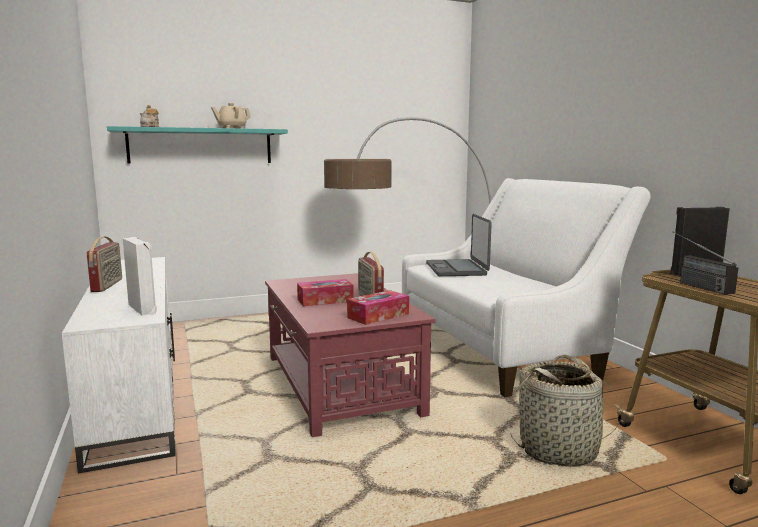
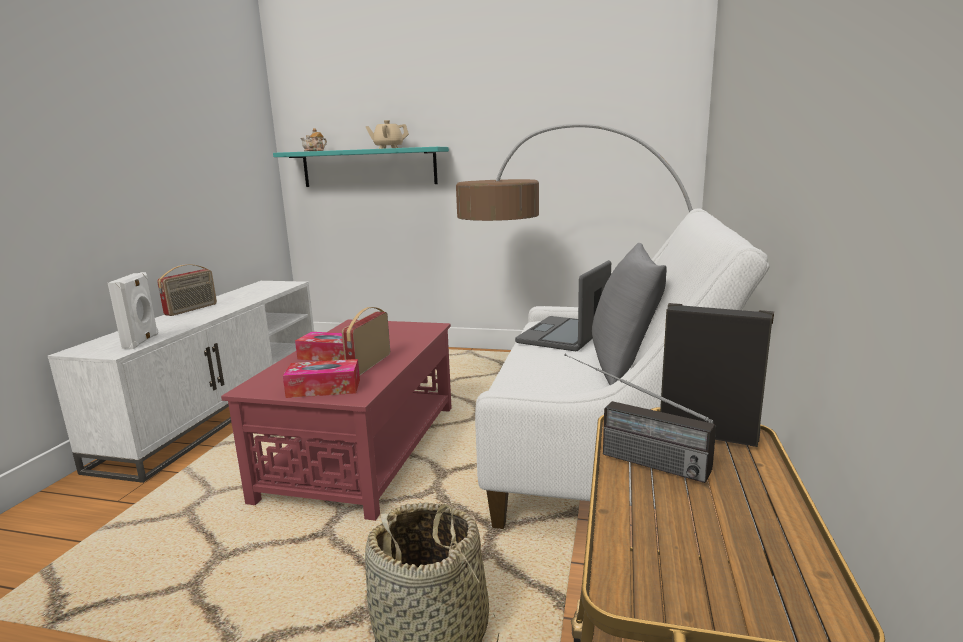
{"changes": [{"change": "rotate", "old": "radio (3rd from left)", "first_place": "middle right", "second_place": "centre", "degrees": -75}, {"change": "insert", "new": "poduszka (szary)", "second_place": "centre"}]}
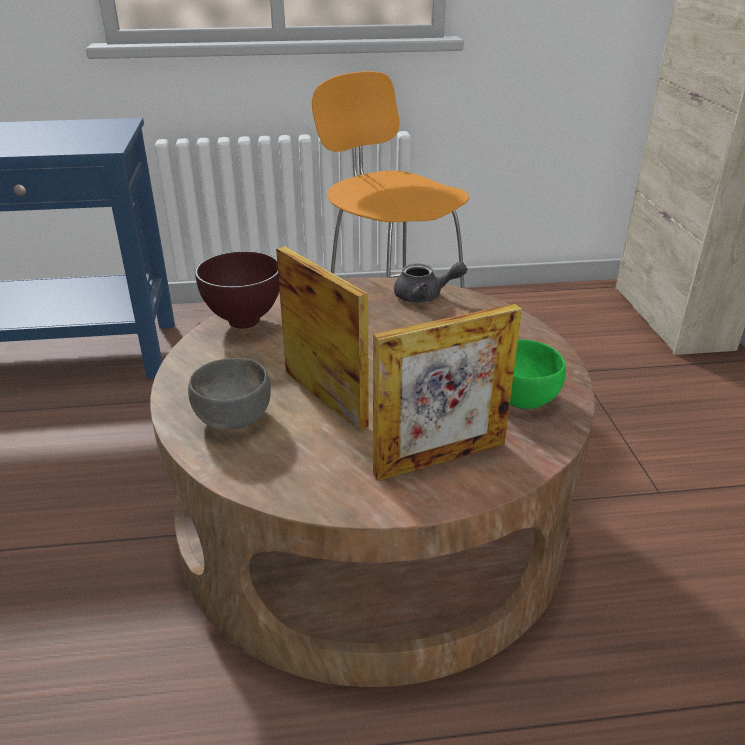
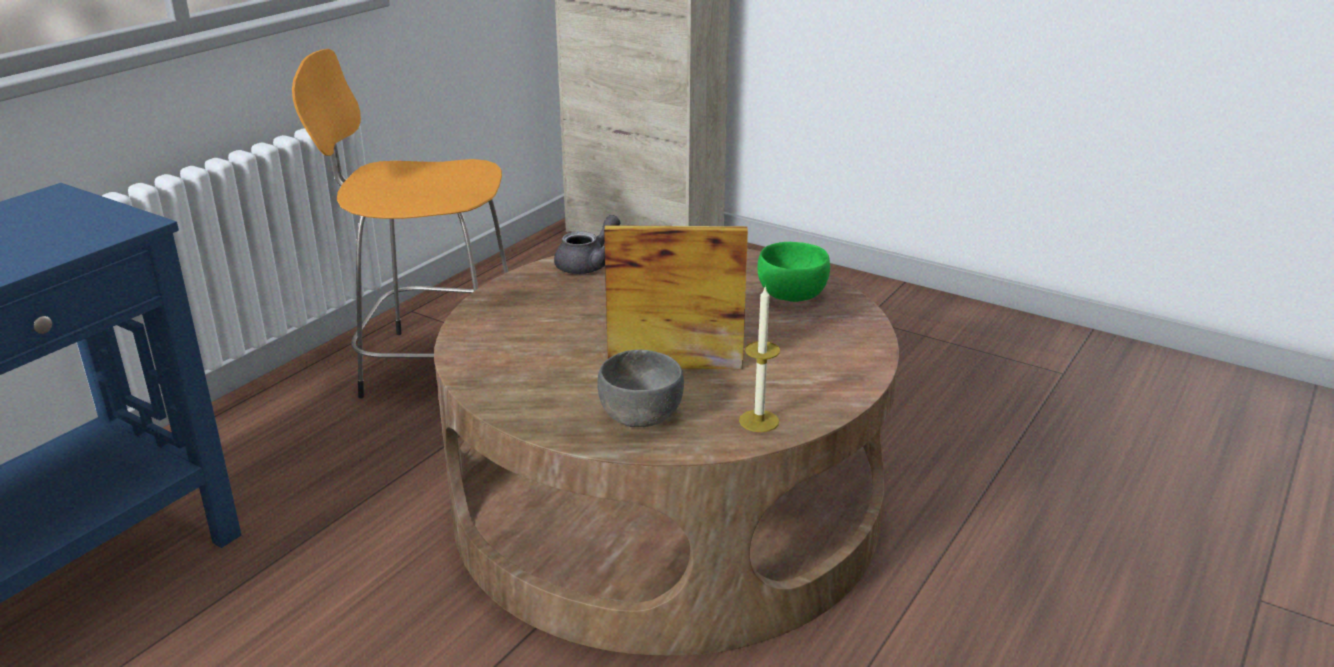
{"changes": [{"change": "insert", "new": "świeca", "second_place": "centre"}, {"change": "delete", "old": "miska (brązowy)", "first_place": "middle left"}, {"change": "delete", "old": "ramka na zdjęcie (2nd from left)", "first_place": "centre"}]}
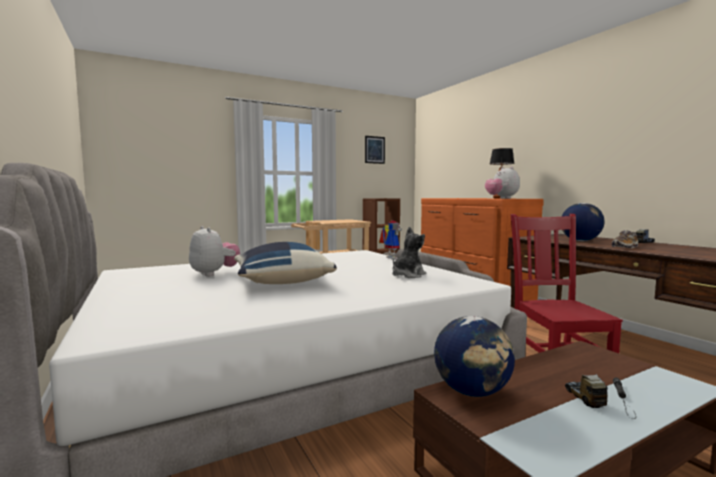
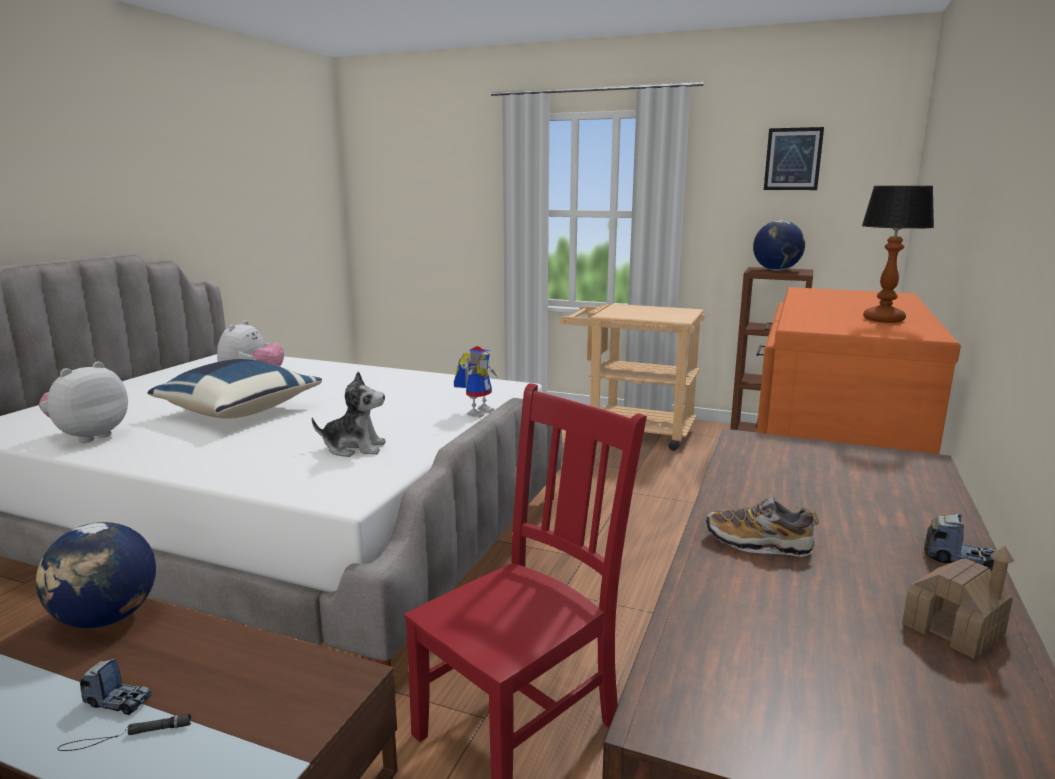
{"changes": [{"change": "move", "old": "pluszak (3rd from left in the first image)", "new": "pluszak (1st from left)", "first_place": "middle right", "second_place": "middle left"}, {"change": "rotate", "old": "ciężarówka zabawkowa (1st from left)", "first_place": "bottom right", "second_place": "bottom left", "degrees": 60}, {"change": "move", "old": "globus (2nd from left)", "first_place": "middle right", "second_place": "top right"}, {"change": "insert", "new": "domek", "second_place": "bottom right"}]}
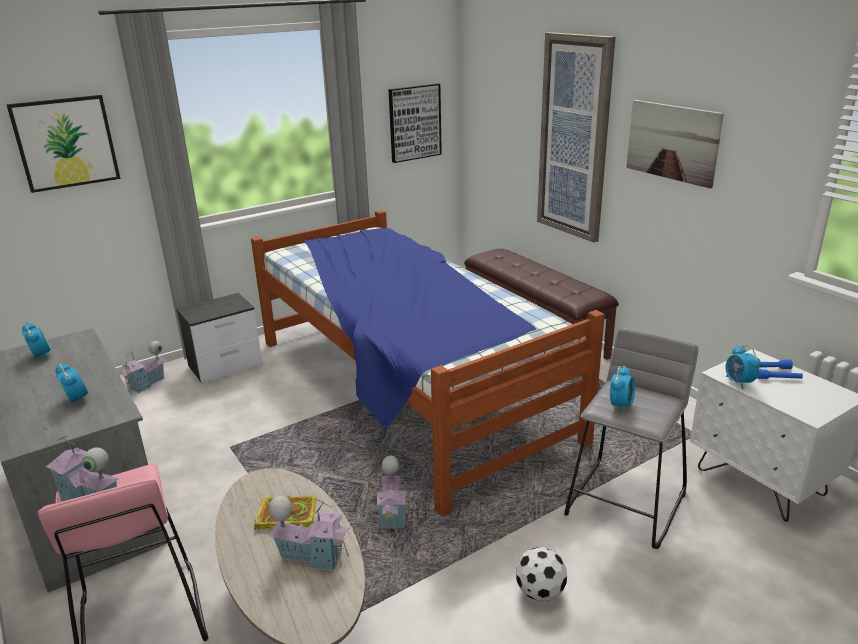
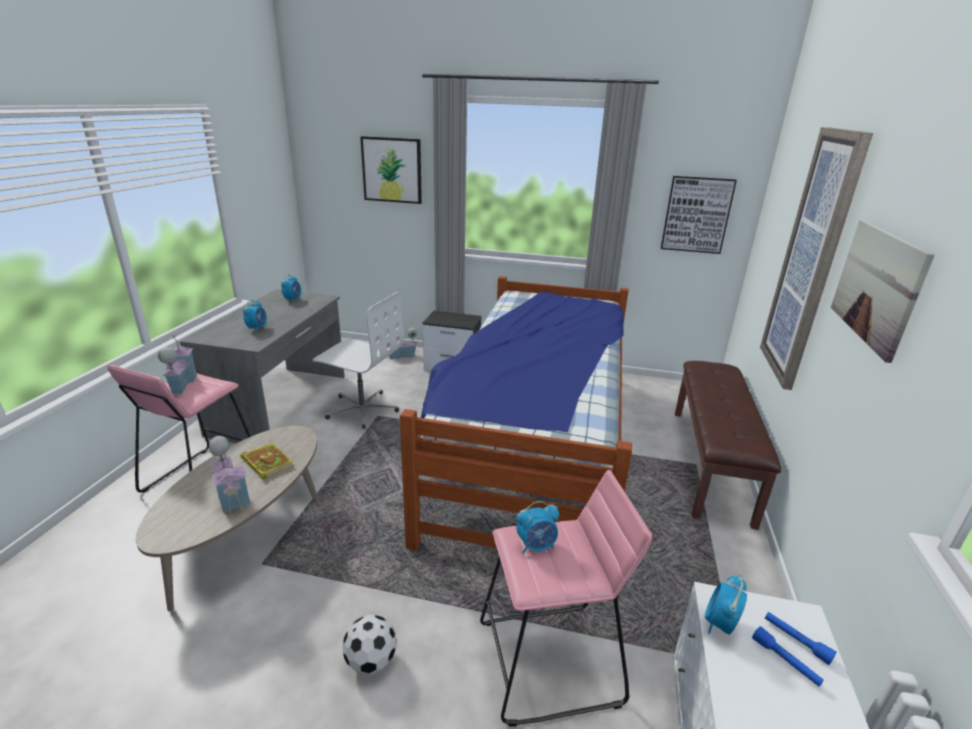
{"changes": [{"change": "insert", "new": "krzesło biurowe (biały)", "second_place": "centre"}, {"change": "recolor", "old": "stołek (szary)", "new": "stołek (różowy) (2nd from left)", "first_place": "bottom right", "second_place": "bottom centre"}, {"change": "delete", "old": "domek (4th from left)", "first_place": "bottom centre"}]}
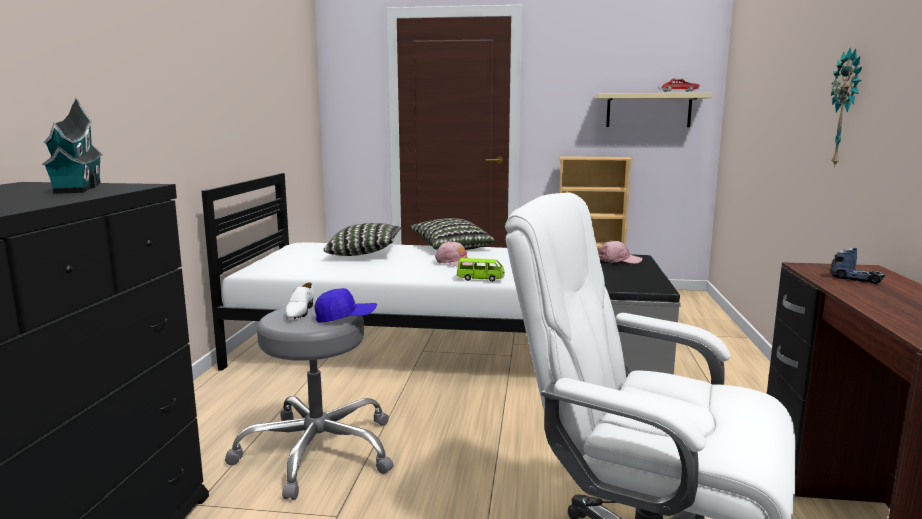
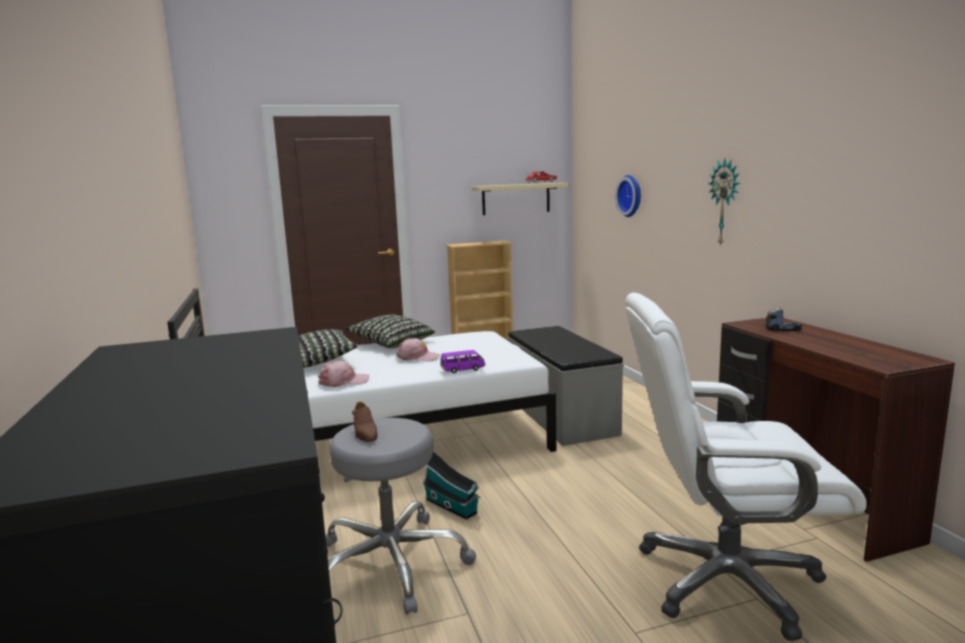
{"changes": [{"change": "move", "old": "czapka z daszkiem (różowy) (2nd from left in the first image)", "new": "czapka z daszkiem (różowy) (1st from left)", "first_place": "middle right", "second_place": "centre"}, {"change": "recolor", "old": "but (biały)", "new": "but (brązowy)", "first_place": "middle left", "second_place": "centre"}, {"change": "move", "old": "domek", "first_place": "top left", "second_place": "bottom centre"}, {"change": "recolor", "old": "samochodzik (zielony)", "new": "samochodzik (fioletowy)", "first_place": "centre", "second_place": "centre"}, {"change": "insert", "new": "zegar ścienny (1st from left)", "second_place": "top centre"}, {"change": "delete", "old": "czapka z daszkiem (niebieski)", "first_place": "centre"}]}
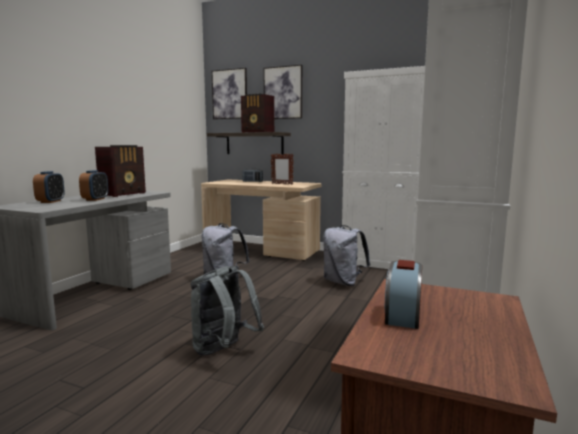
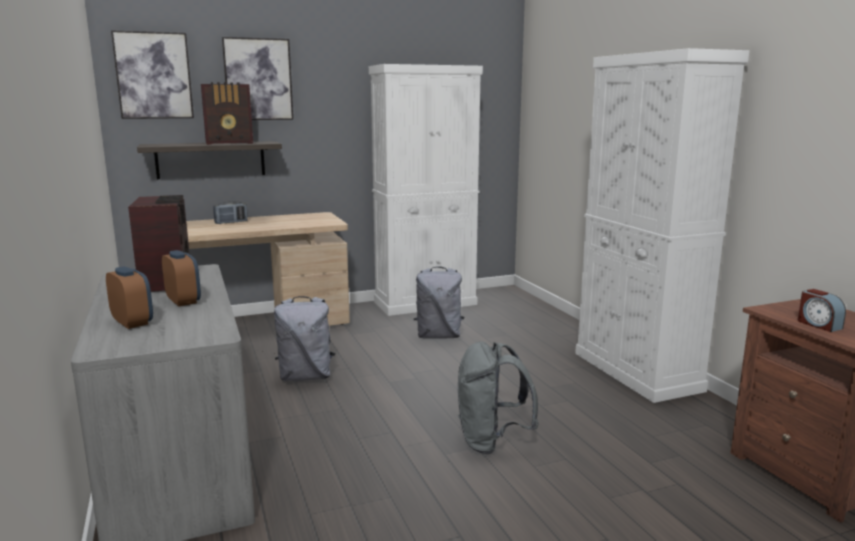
{"changes": [{"change": "delete", "old": "ramka na zdjęcie", "first_place": "centre"}]}
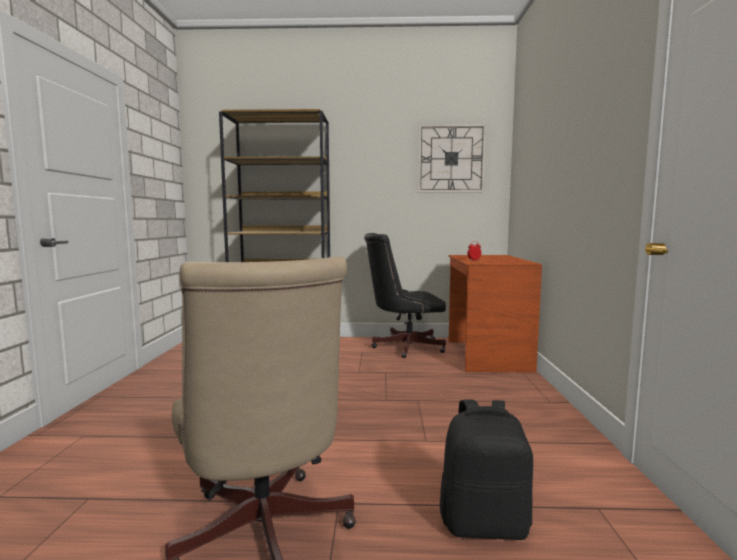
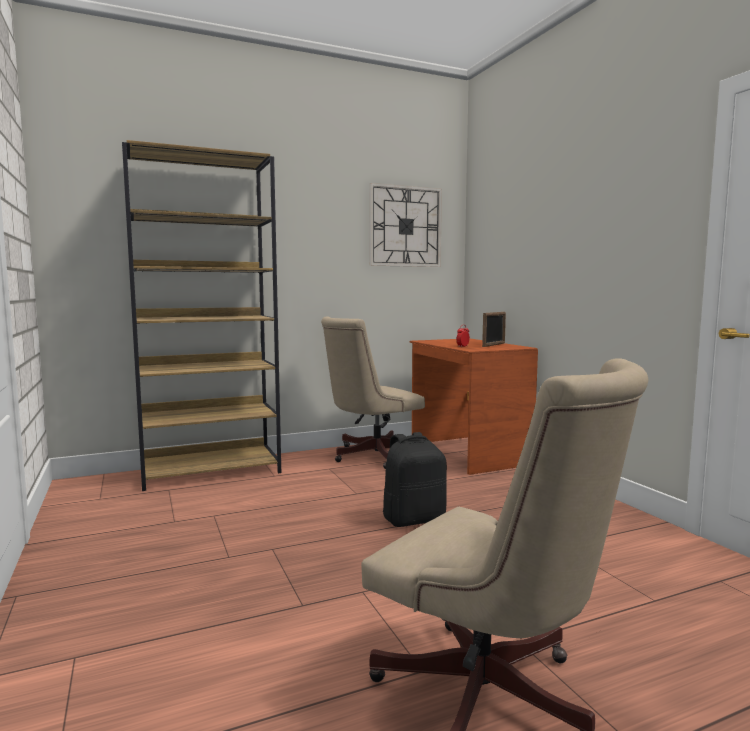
{"changes": [{"change": "recolor", "old": "krzesło biurowe (czarny)", "new": "krzesło biurowe (beżowy) (1st from left)", "first_place": "centre", "second_place": "centre"}, {"change": "move", "old": "plecak (czarny)", "first_place": "bottom centre", "second_place": "centre"}, {"change": "insert", "new": "ramka na zdjęcie", "second_place": "centre"}]}
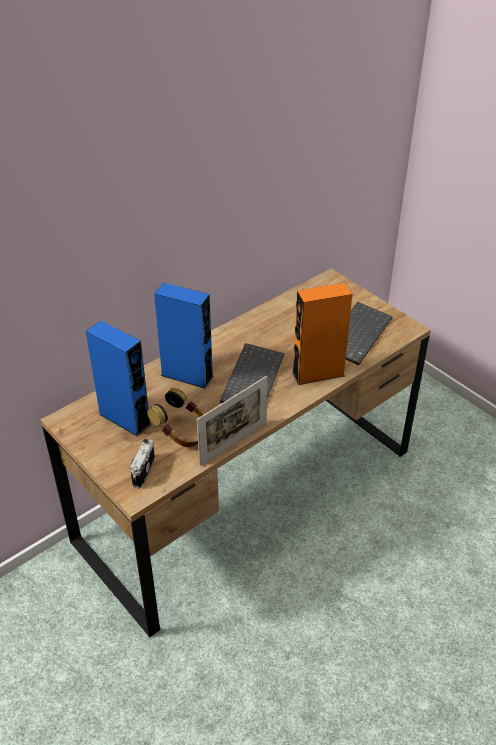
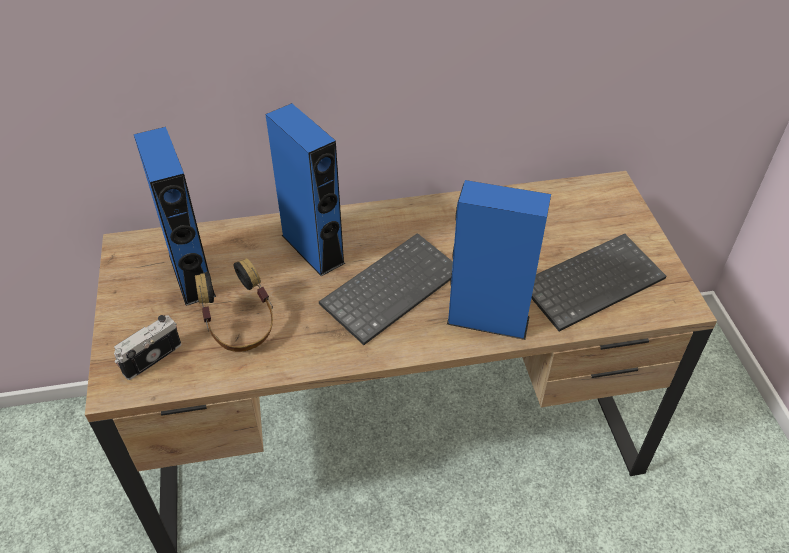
{"changes": [{"change": "recolor", "old": "głośnik (pomarańczowy)", "new": "głośnik (niebieski) (3rd from left)", "first_place": "centre", "second_place": "centre"}, {"change": "delete", "old": "ramka na zdjęcie", "first_place": "centre"}]}
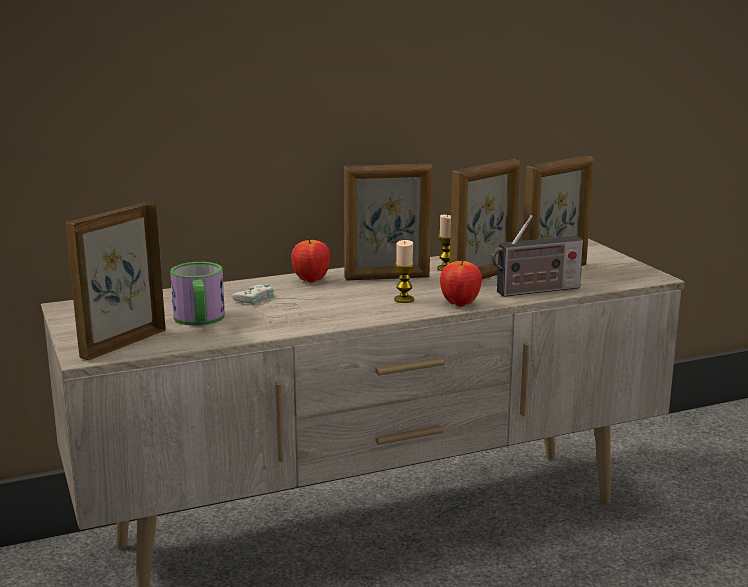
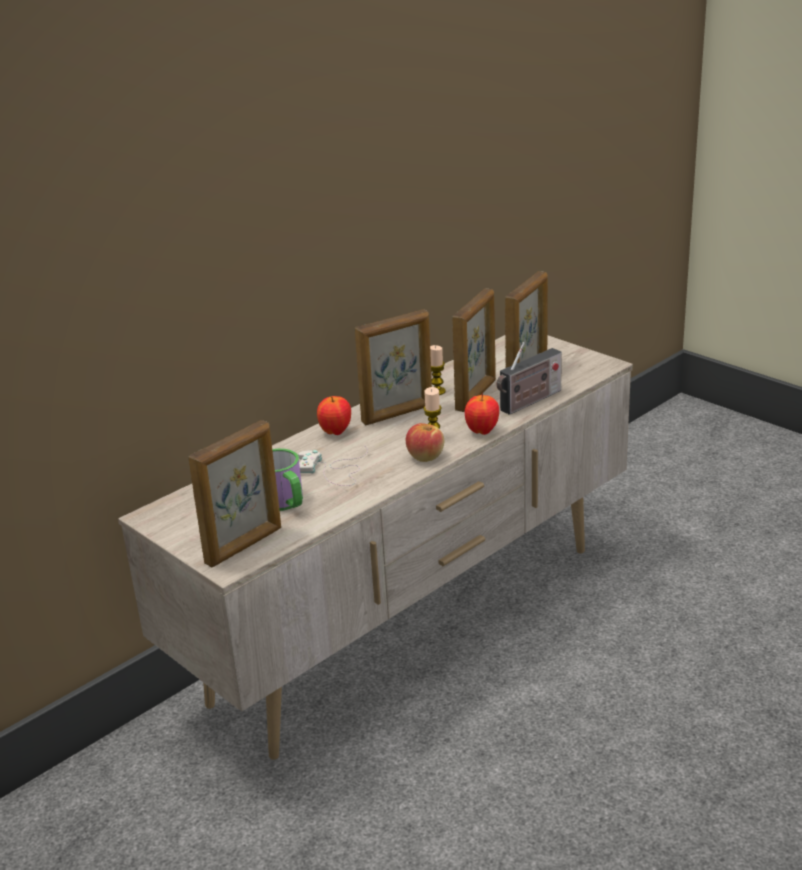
{"changes": [{"change": "rotate", "old": "ramka na zdjęcie (1st from left)", "first_place": "middle left", "second_place": "middle left", "degrees": -150}, {"change": "insert", "new": "jabłko (2nd from left)", "second_place": "centre"}]}
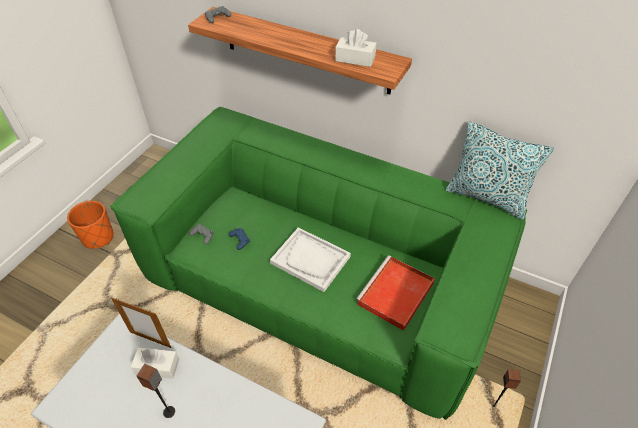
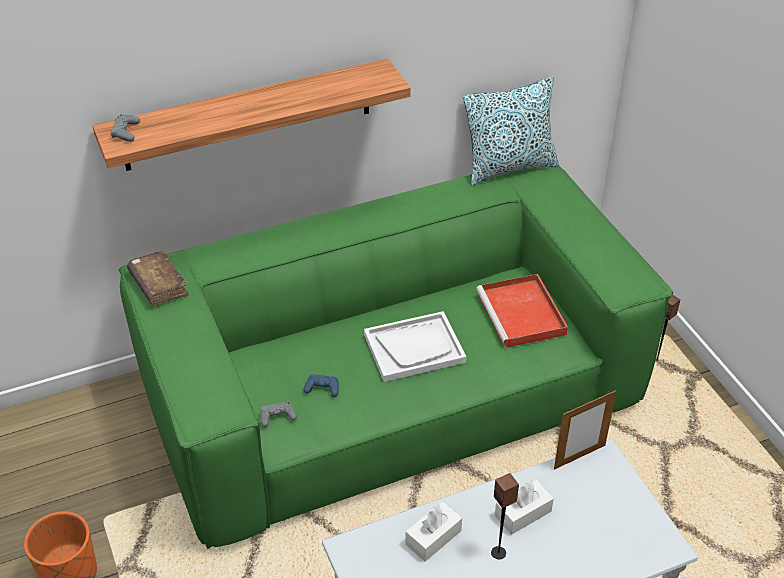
{"changes": [{"change": "insert", "new": "książka (brązowy)", "second_place": "middle left"}, {"change": "move", "old": "pudełko chusteczek (biały) (2nd from left)", "first_place": "top centre", "second_place": "bottom right"}, {"change": "move", "old": "ramka na zdjęcie", "first_place": "bottom left", "second_place": "bottom right"}]}
